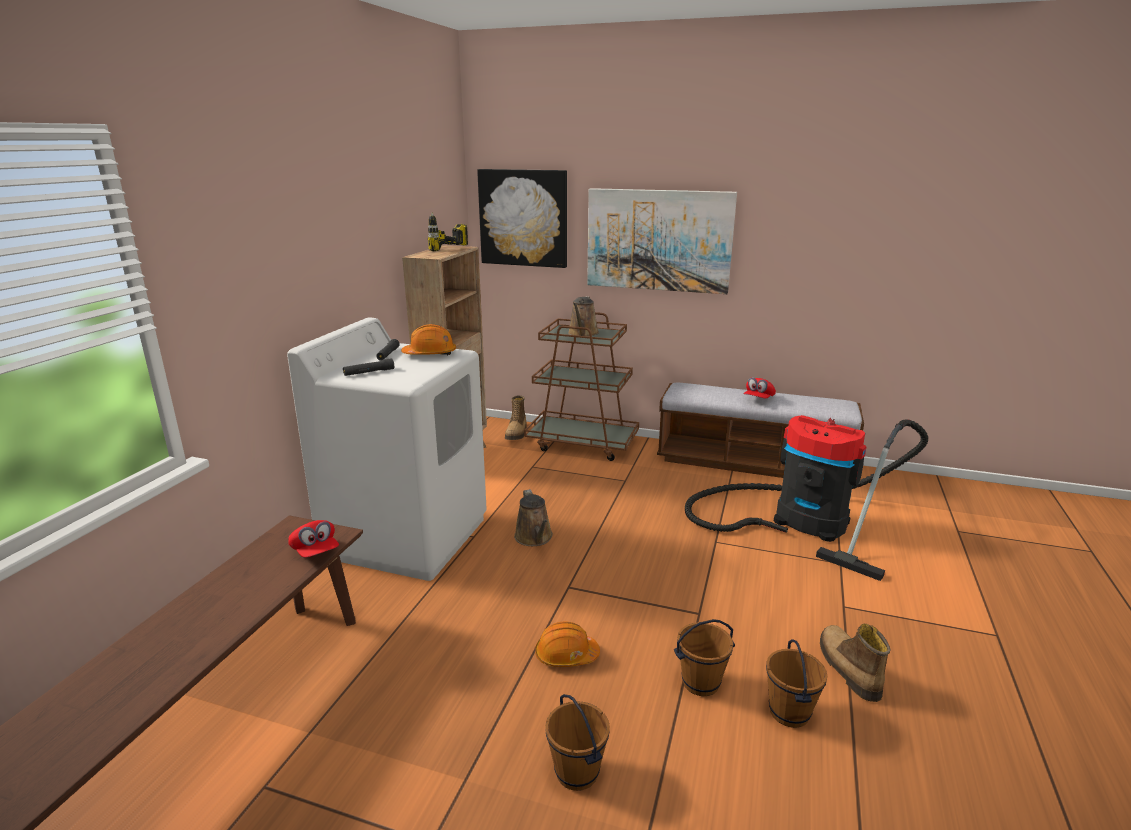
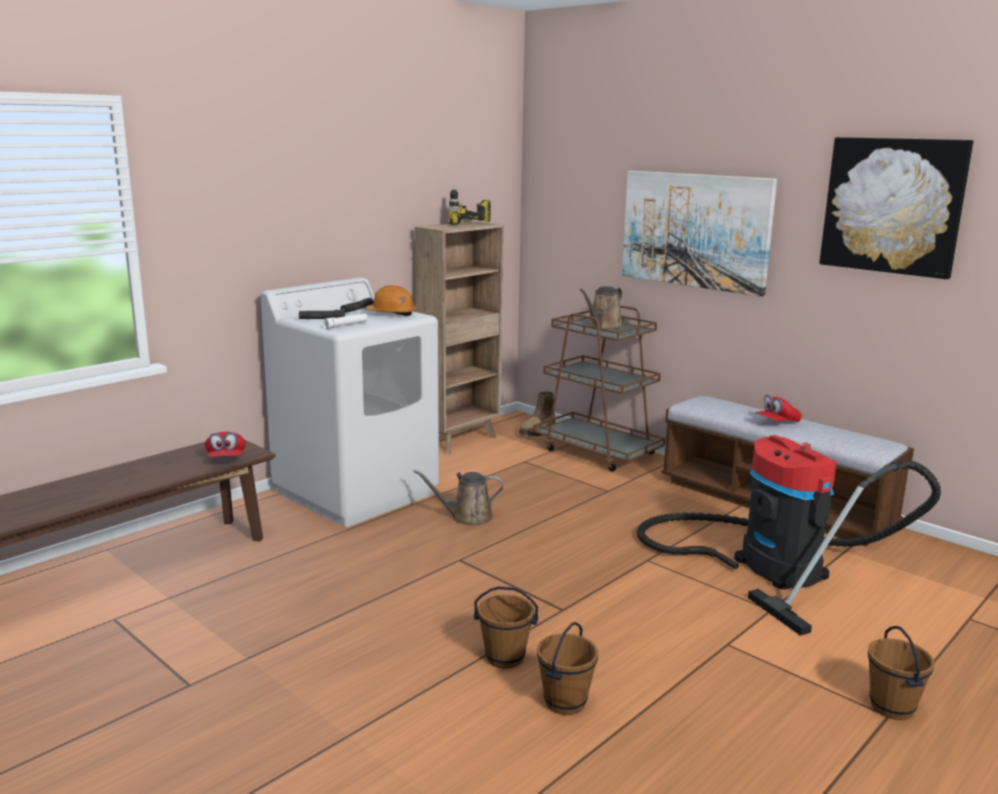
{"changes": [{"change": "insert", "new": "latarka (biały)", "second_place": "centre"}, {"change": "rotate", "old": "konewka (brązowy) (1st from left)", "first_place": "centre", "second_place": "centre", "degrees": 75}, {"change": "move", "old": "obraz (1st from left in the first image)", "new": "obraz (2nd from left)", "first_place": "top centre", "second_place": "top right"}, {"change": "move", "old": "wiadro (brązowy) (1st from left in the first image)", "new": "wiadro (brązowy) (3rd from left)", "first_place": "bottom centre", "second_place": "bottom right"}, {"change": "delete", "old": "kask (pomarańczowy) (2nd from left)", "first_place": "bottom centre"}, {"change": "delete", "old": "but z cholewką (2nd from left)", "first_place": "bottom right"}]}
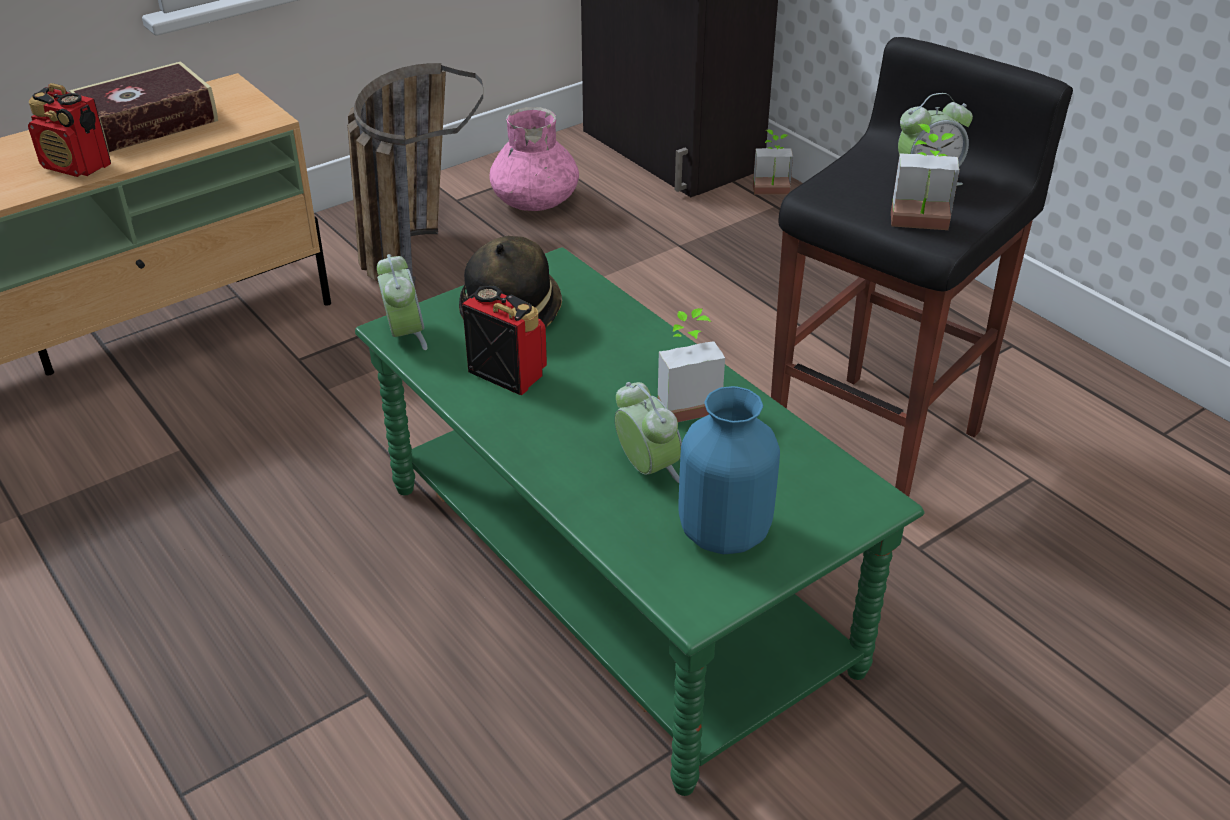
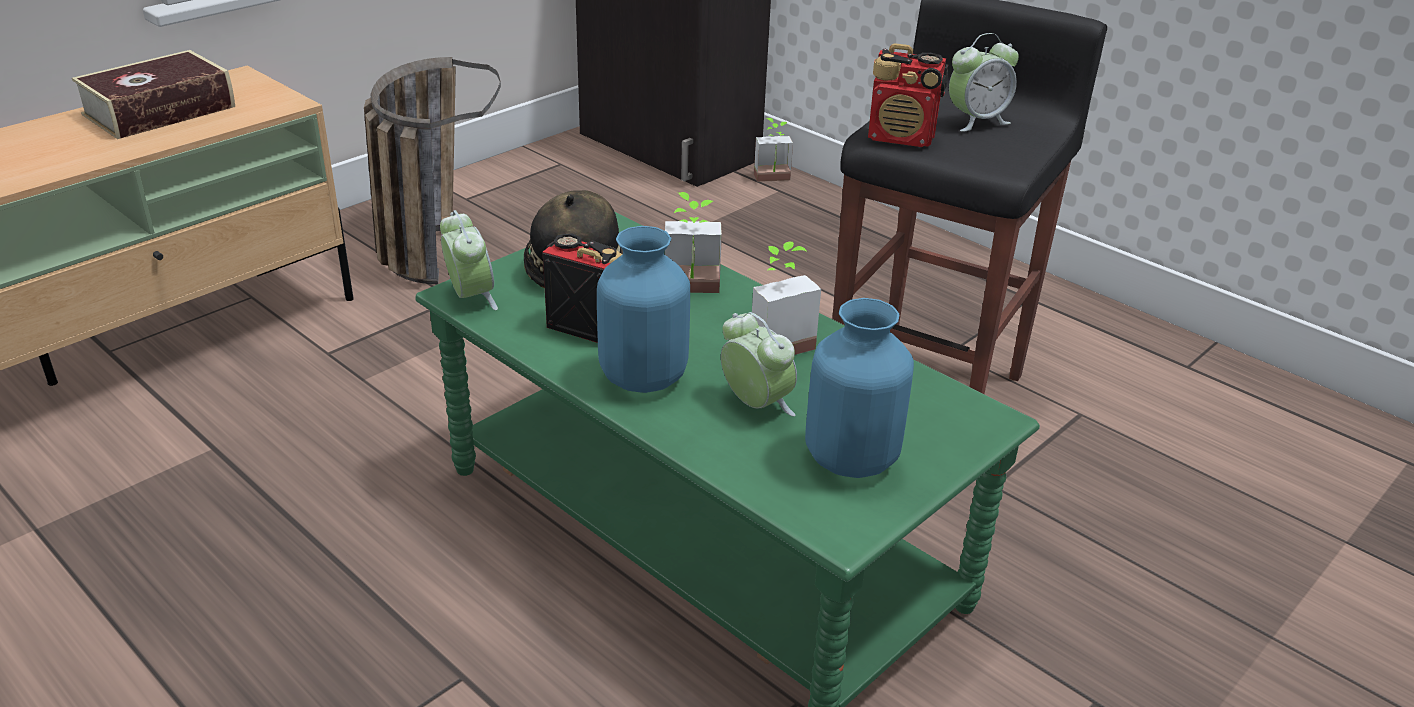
{"changes": [{"change": "insert", "new": "wazon (niebieski) (1st from left)", "second_place": "centre"}, {"change": "move", "old": "roślina doniczkowa (3rd from left in the first image)", "new": "roślina doniczkowa (1st from left)", "first_place": "top right", "second_place": "centre"}, {"change": "move", "old": "radio (1st from left in the first image)", "new": "radio (2nd from left)", "first_place": "top left", "second_place": "top centre"}, {"change": "delete", "old": "wazon (różowy)", "first_place": "top centre"}]}
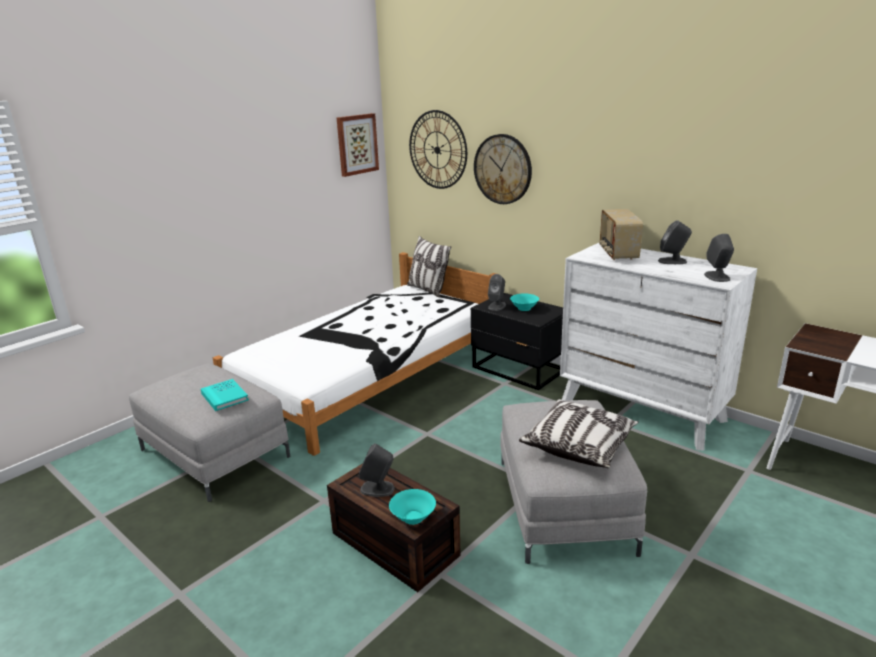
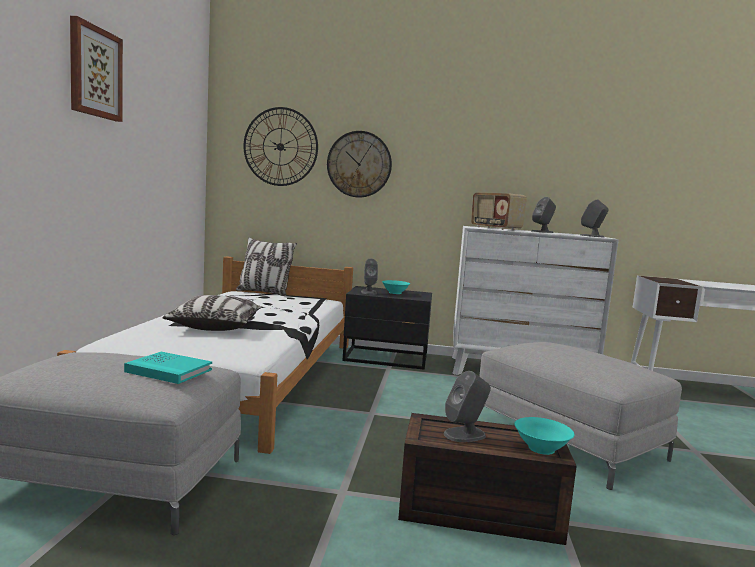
{"changes": [{"change": "move", "old": "obraz", "first_place": "top centre", "second_place": "top left"}, {"change": "move", "old": "poduszka (2nd from left in the first image)", "new": "poduszka (1st from left)", "first_place": "centre", "second_place": "middle left"}]}
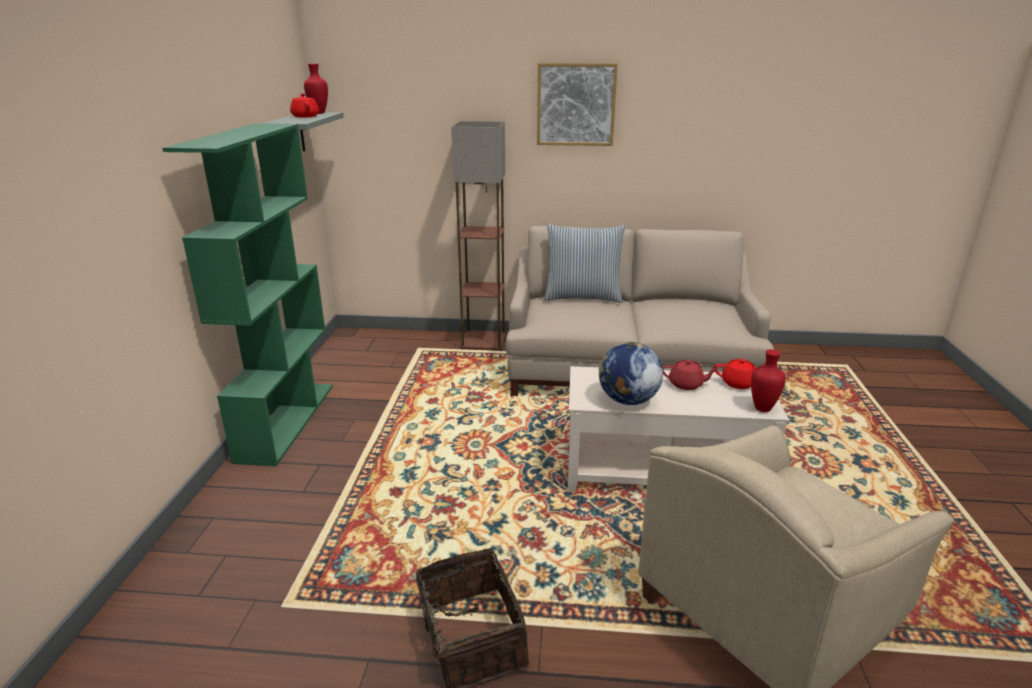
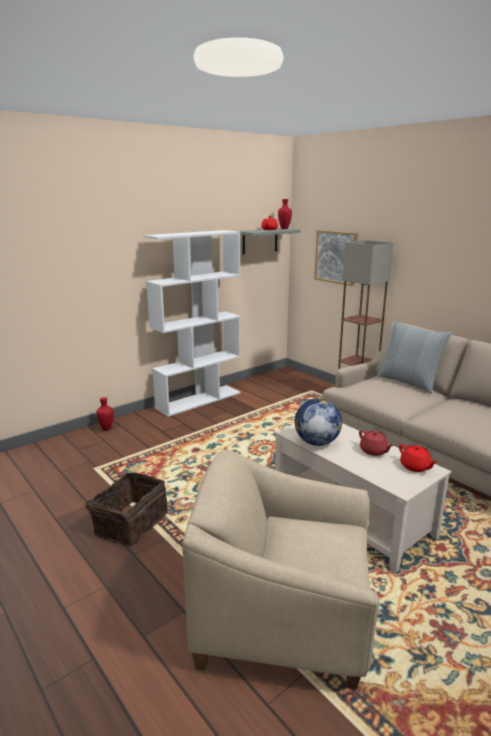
{"changes": [{"change": "move", "old": "wazon (czerwony) (2nd from left in the first image)", "new": "wazon (czerwony) (1st from left)", "first_place": "middle right", "second_place": "middle left"}, {"change": "recolor", "old": "regał (zielony)", "new": "regał (biały)", "first_place": "middle left", "second_place": "centre"}, {"change": "move", "old": "obraz", "first_place": "top centre", "second_place": "middle right"}]}
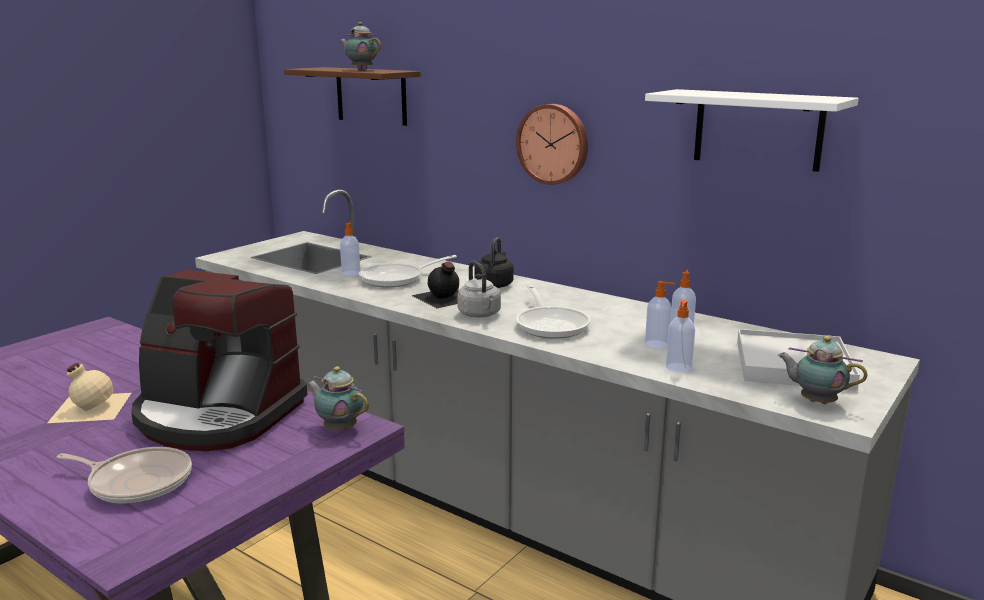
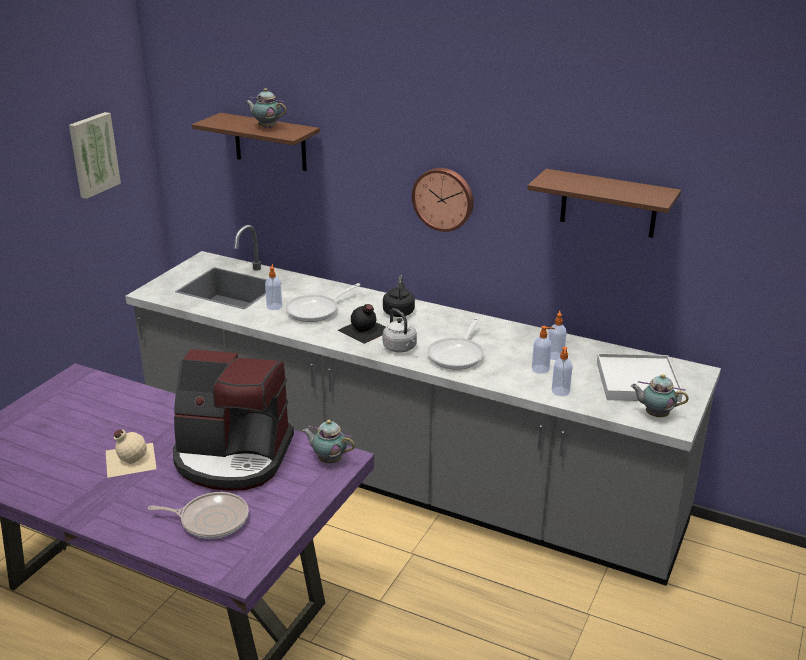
{"changes": [{"change": "insert", "new": "obraz", "second_place": "top left"}, {"change": "rotate", "old": "patelnia (3rd from left)", "first_place": "centre", "second_place": "centre", "degrees": 45}, {"change": "recolor", "old": "półka (biały)", "new": "półka (brązowy) (2nd from left)", "first_place": "top right", "second_place": "top right"}]}
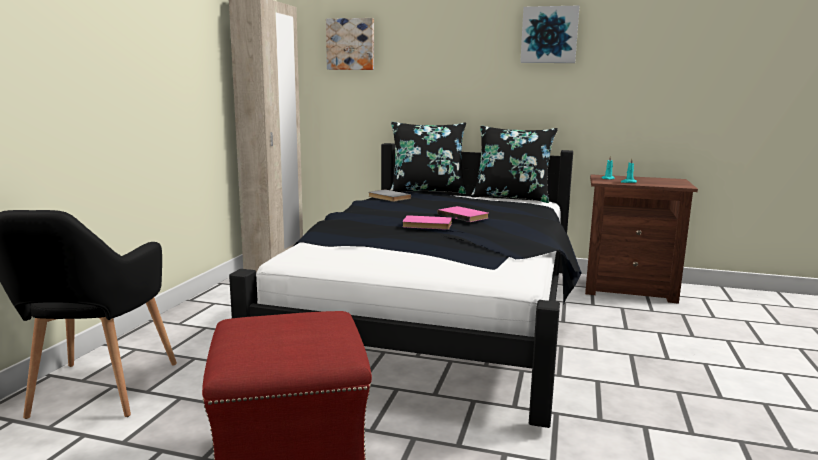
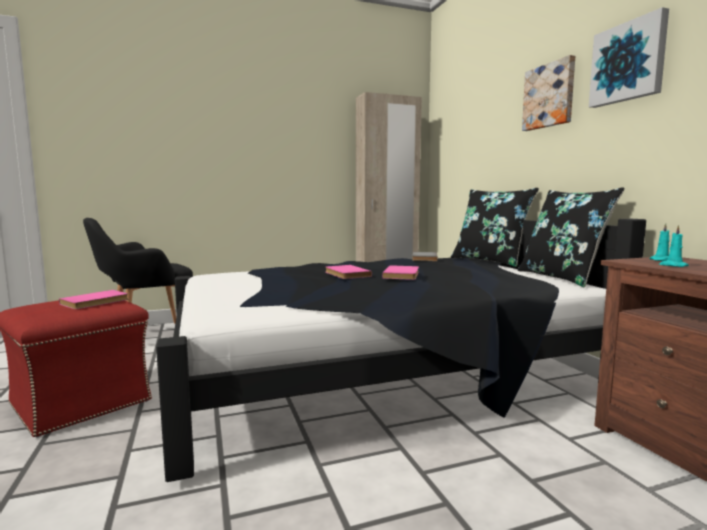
{"changes": [{"change": "insert", "new": "książka (różowy) (1st from left)", "second_place": "middle left"}, {"change": "move", "old": "obraz (1st from left)", "first_place": "top centre", "second_place": "top right"}]}
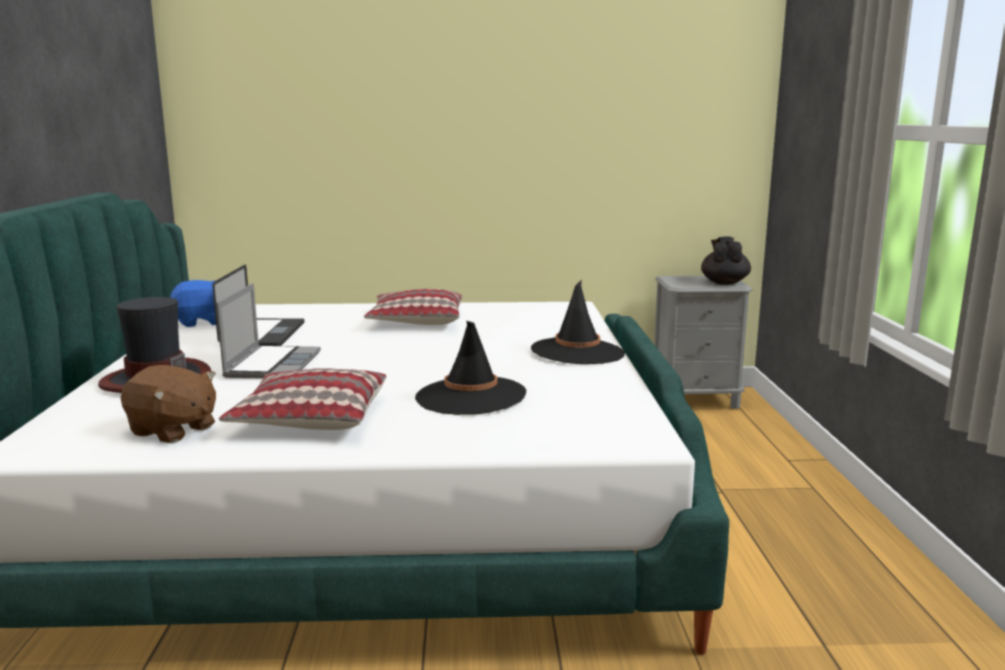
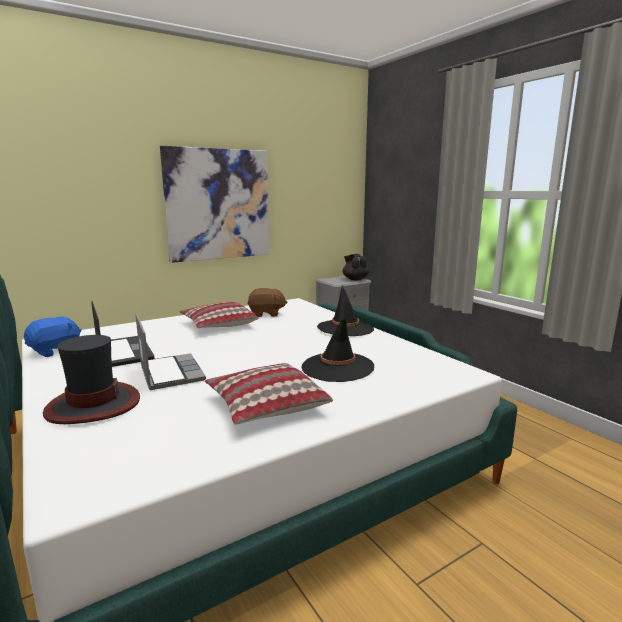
{"changes": [{"change": "insert", "new": "obraz", "second_place": "top centre"}, {"change": "move", "old": "pluszak (brązowy)", "first_place": "middle left", "second_place": "centre"}]}
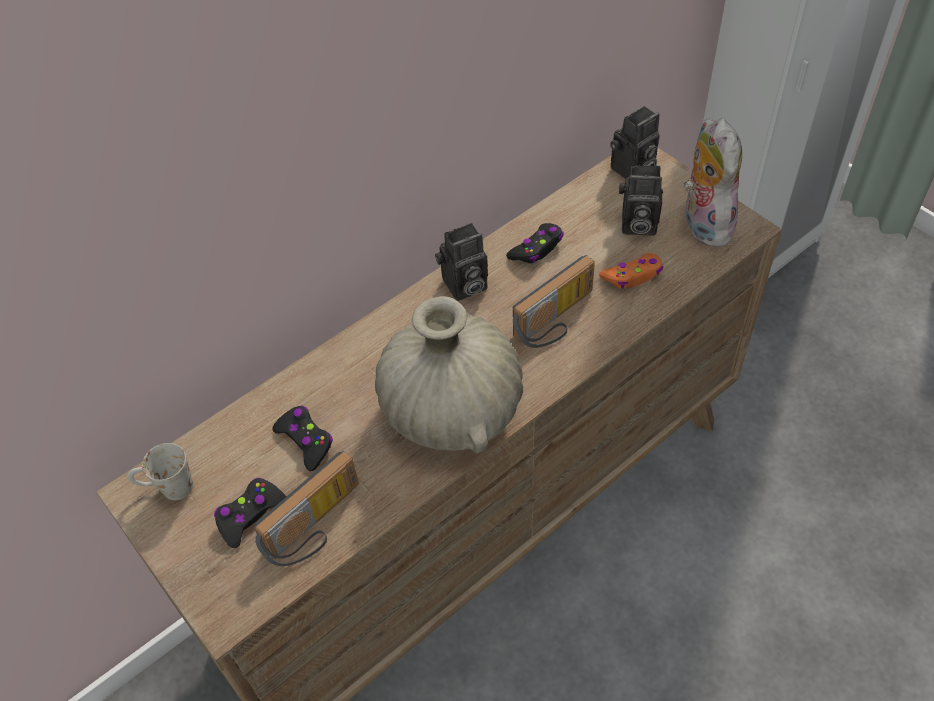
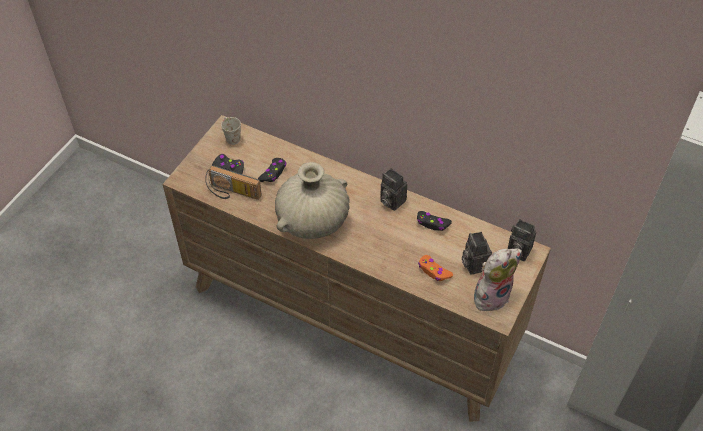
{"changes": [{"change": "delete", "old": "radio (2nd from left)", "first_place": "centre"}]}
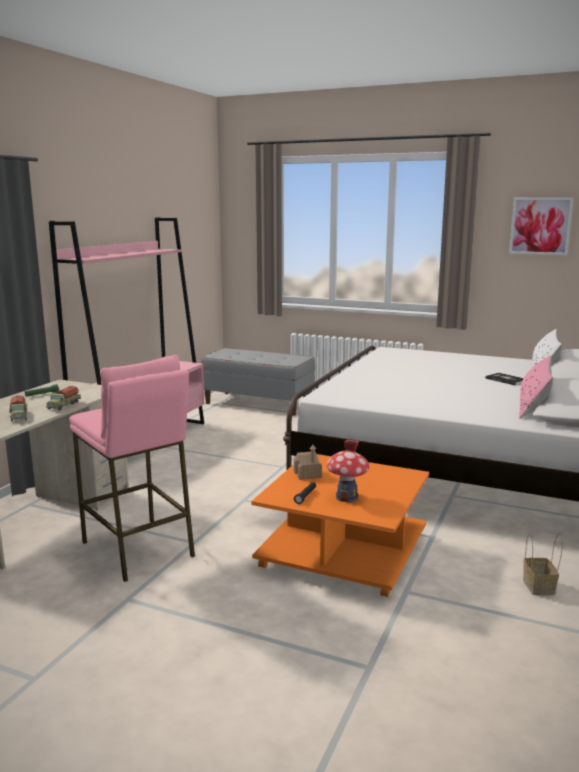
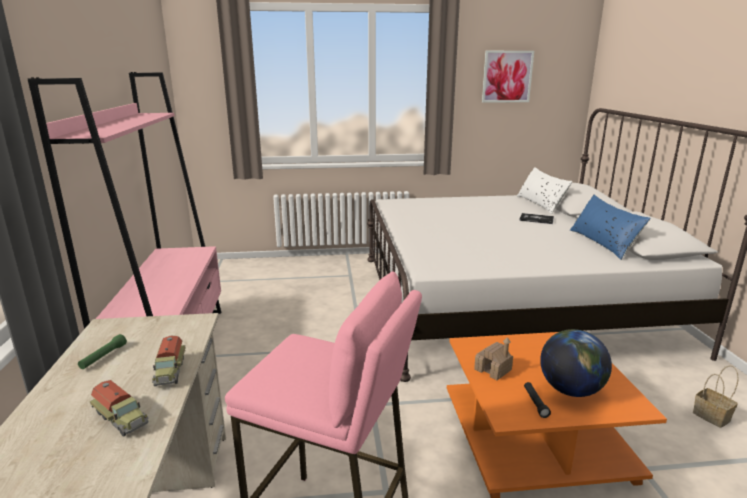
{"changes": [{"change": "replace", "old": "domek (2nd from left)", "new": "globus", "first_place": "centre", "second_place": "bottom right"}, {"change": "recolor", "old": "poduszka (różowy)", "new": "poduszka (niebieski)", "first_place": "middle right", "second_place": "middle right"}, {"change": "delete", "old": "ławka (szary)", "first_place": "centre"}]}
